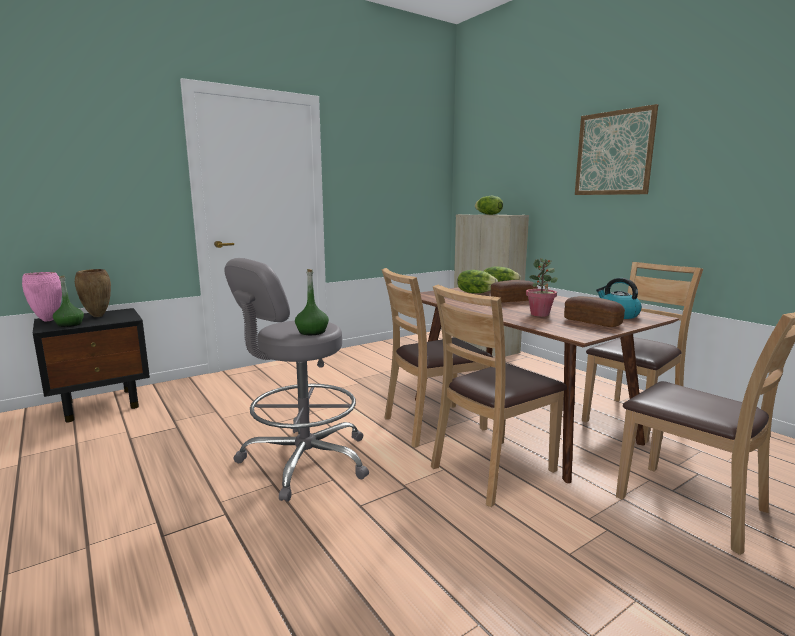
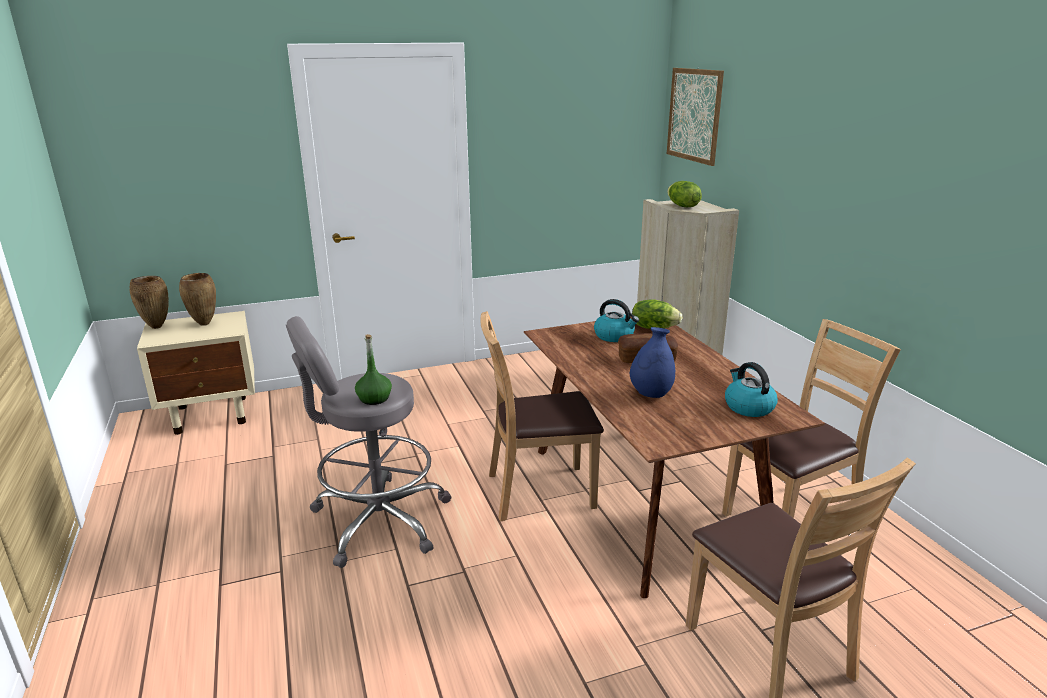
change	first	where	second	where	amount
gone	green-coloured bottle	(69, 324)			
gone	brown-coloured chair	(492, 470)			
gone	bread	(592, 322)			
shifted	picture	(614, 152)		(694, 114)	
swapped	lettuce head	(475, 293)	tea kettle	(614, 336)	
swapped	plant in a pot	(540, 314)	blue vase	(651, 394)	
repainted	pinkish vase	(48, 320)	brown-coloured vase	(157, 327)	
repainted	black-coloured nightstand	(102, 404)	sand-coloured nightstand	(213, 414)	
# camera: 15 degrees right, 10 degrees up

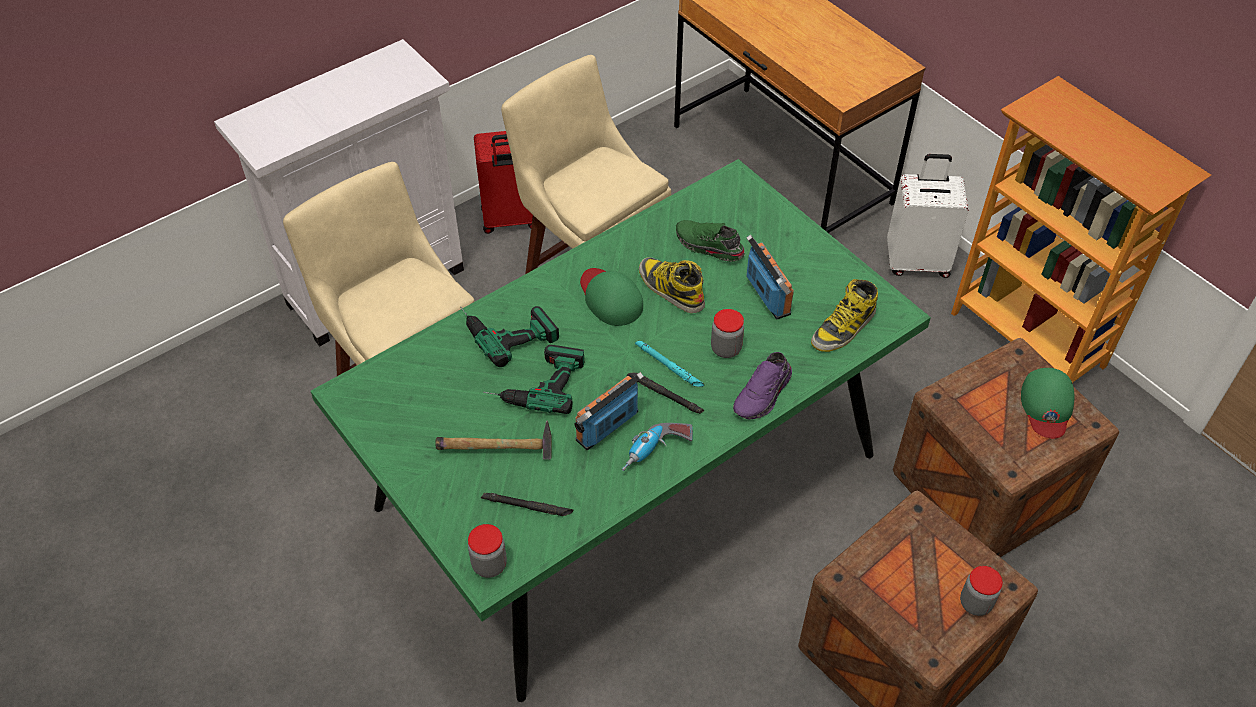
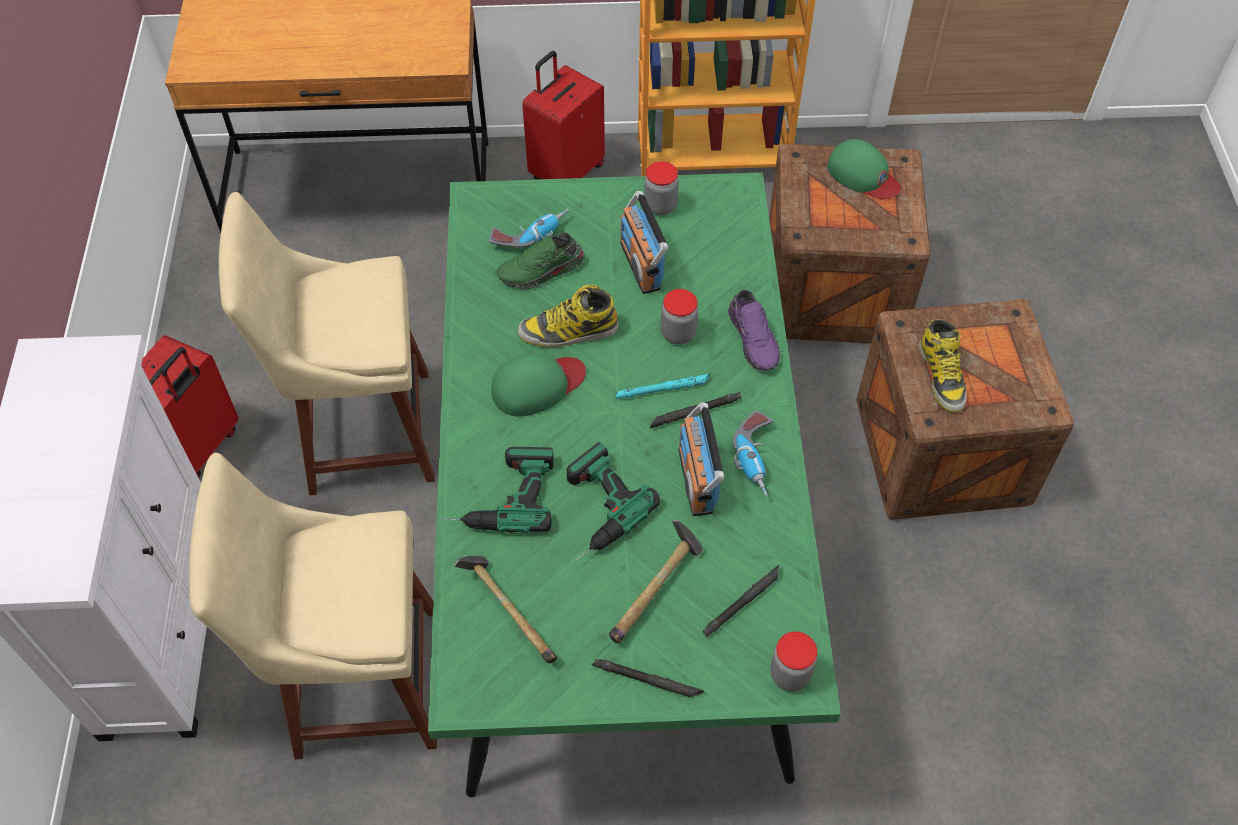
change	first	where	second	where	amount
new			hammer	(508, 612)	
new			electric drill	(530, 234)	
new			black-coloured hand torch	(647, 680)	
shifted	boot	(843, 328)		(941, 376)	
shifted	preserve jar	(975, 603)		(660, 206)	
repainted	white-coloured travel case	(917, 261)	red travel case	(566, 172)	
rotated	green-coloured cap	(610, 298)		(537, 385)	150 degrees clockwise
rotated	radio receiver	(767, 295)		(641, 265)	120 degrees counterclockwise
# camera: 55 degrees left, 5 degrees up

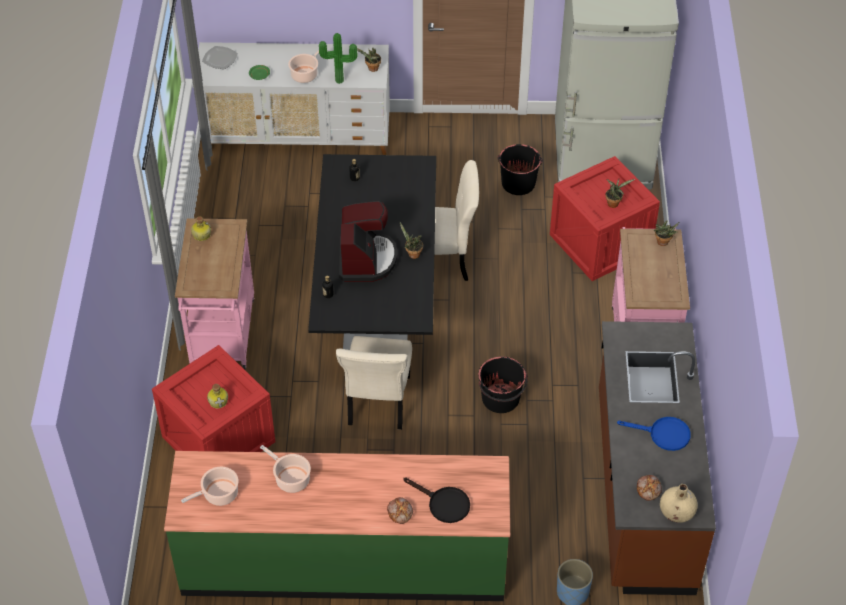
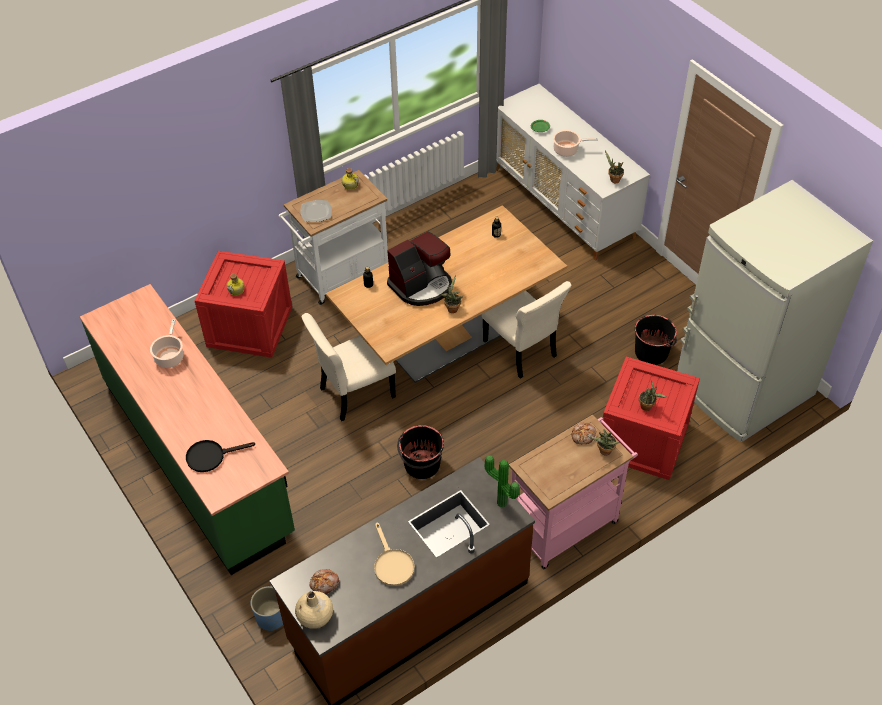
change	first	where	second	where	amount
gone	saucepot	(218, 494)			
shifted	plate	(220, 59)		(316, 212)	
shifted	plant in a pot	(339, 81)		(500, 504)	
shifted	bread	(400, 512)		(583, 436)	
repainted	pinkish trolley	(223, 336)	white-coloured trolley	(340, 276)	
repainted	black-coloured dining table	(377, 302)	sand-coloured dining table	(448, 338)	
repainted	blue skillet	(663, 434)	sand-coloured skillet	(392, 563)	
rotated	black-coloured skillet	(443, 504)		(211, 456)	75 degrees clockwise
# camera: 55 degrees right, 0 degrees up

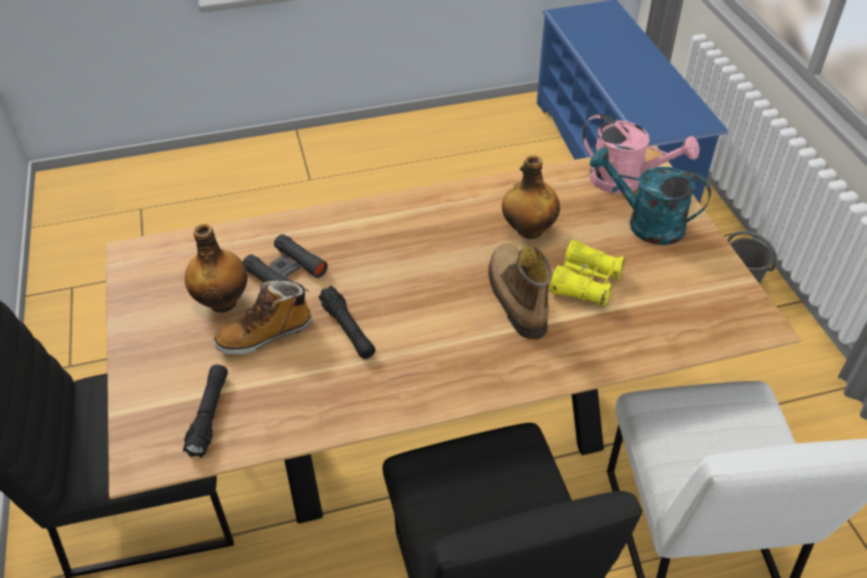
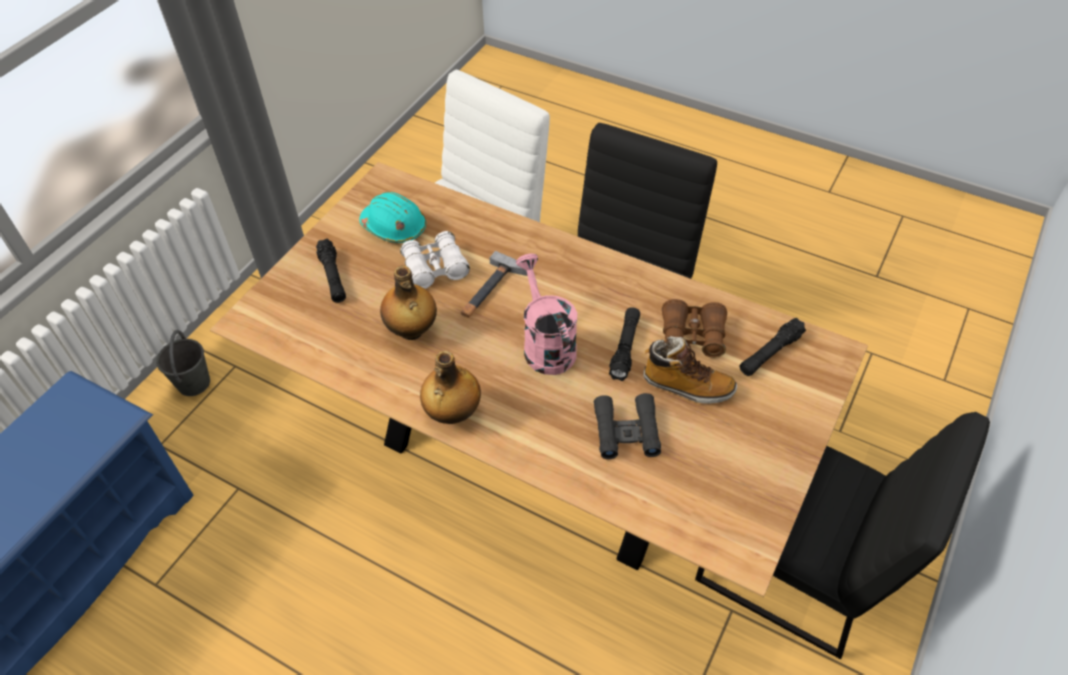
change	first	where	second	where	amount
new			turquoise hard hat	(394, 227)	
new			brown-coloured binoculars	(692, 336)	
shifted	bottle	(223, 301)		(452, 413)	
shifted	pinkish sprinkling can	(626, 181)		(545, 344)	
swapped	boot	(515, 298)	hammer	(490, 290)	
swapped	turquoise sprinkling can	(645, 224)	black-coloured hand torch	(333, 276)	
repainted	yellowish binoculars	(585, 283)	white-coloured binoculars	(435, 268)	
# camera: 135 degrees left, 5 degrees up

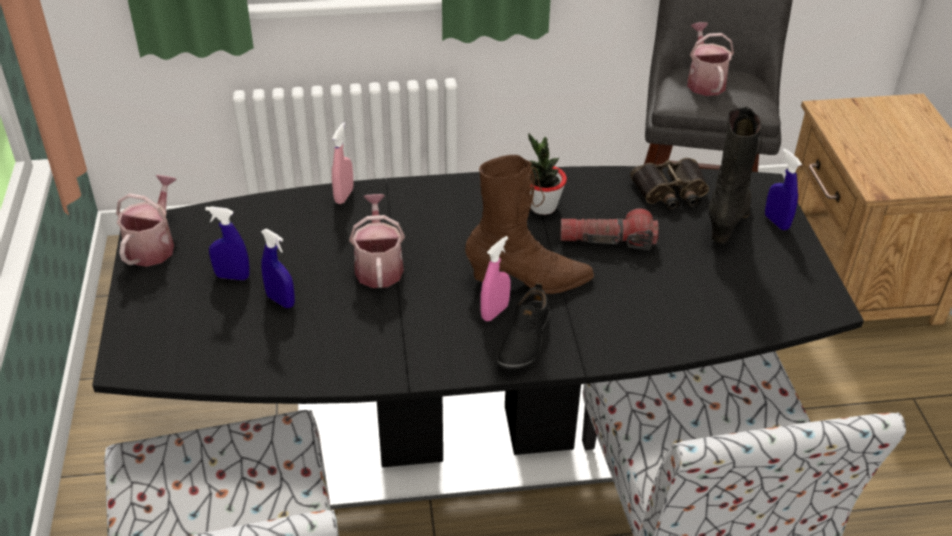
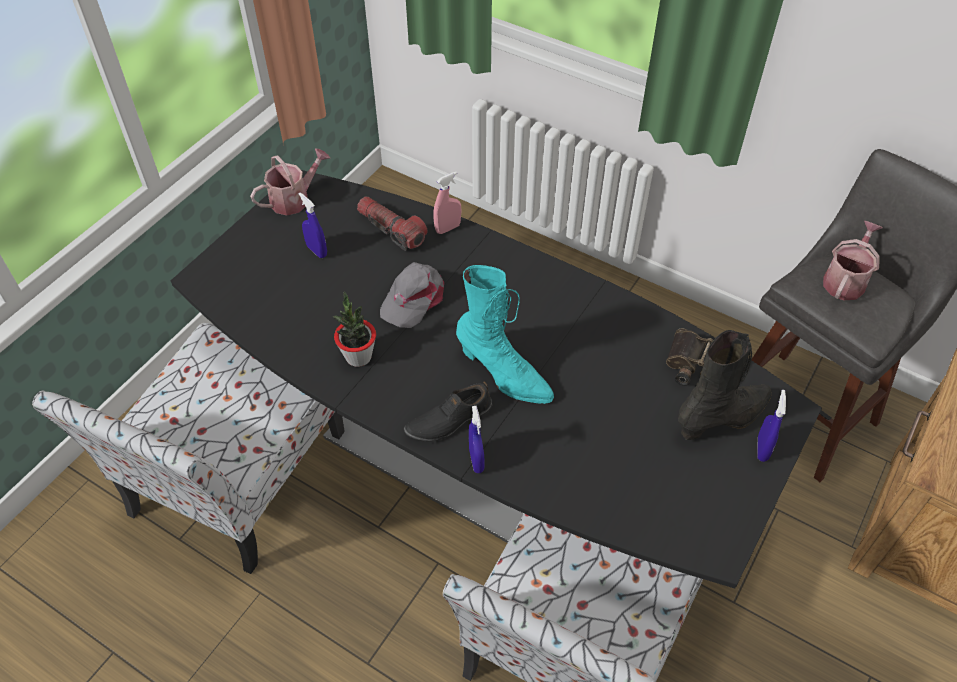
change	first	where	second	where	amount
gone	pinkish spray bottle	(494, 312)			
shifted	blue spray bottle	(280, 301)		(476, 460)	
shifted	plant in a pot	(542, 206)		(358, 356)	
shifted	hand torch	(607, 240)		(391, 230)	
swapped	sprinkling can	(378, 266)	grey cap	(413, 299)	
repainted	brown-coloured boot	(529, 281)	turquoise boot	(503, 375)	
# camera: 40 degrees right, 10 degrees up

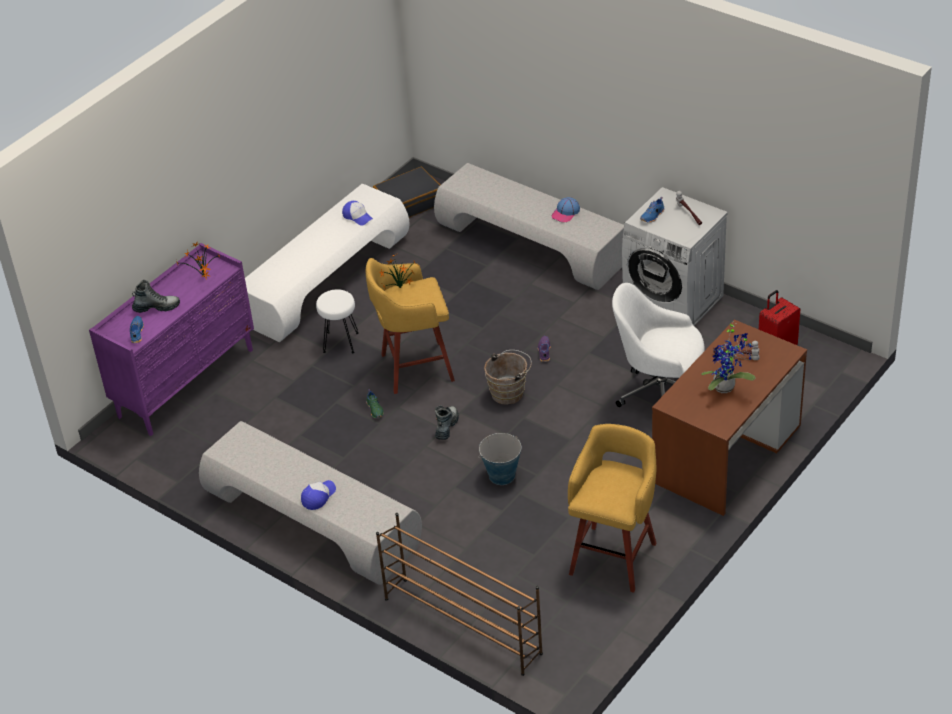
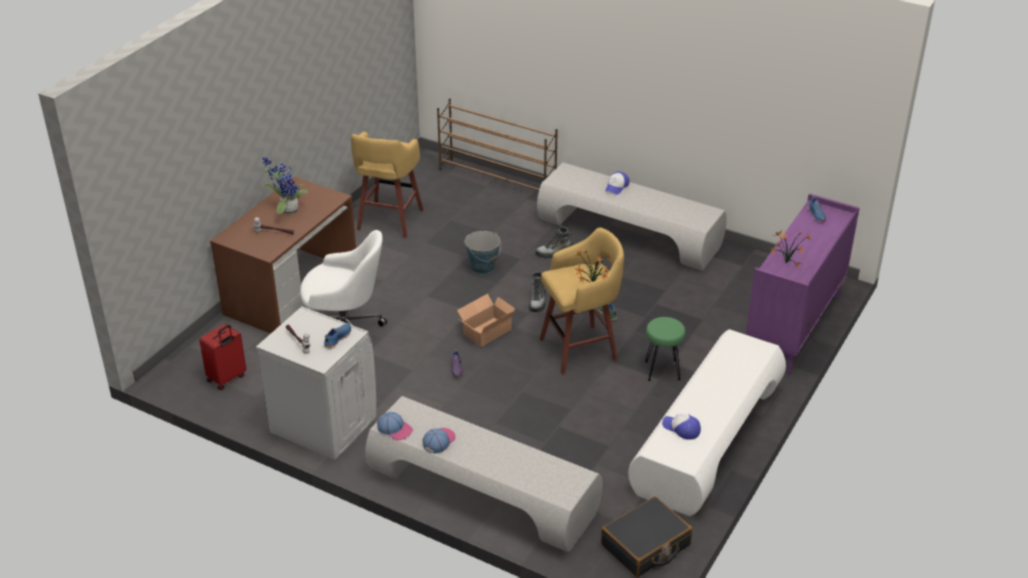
change	first	where	second	where	amount
new			cap	(395, 429)	
shifted	boot	(156, 307)		(554, 252)	
swapped	brown-coloured pail	(510, 392)	cardboard box	(485, 331)	
repainted	white-coloured stool	(341, 342)	green-coloured stool	(662, 371)	
# camera: 170 degrees right, 5 degrees down

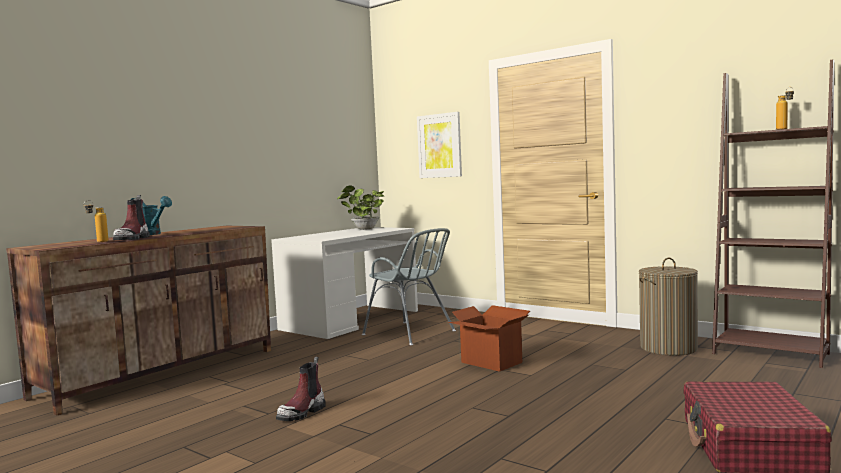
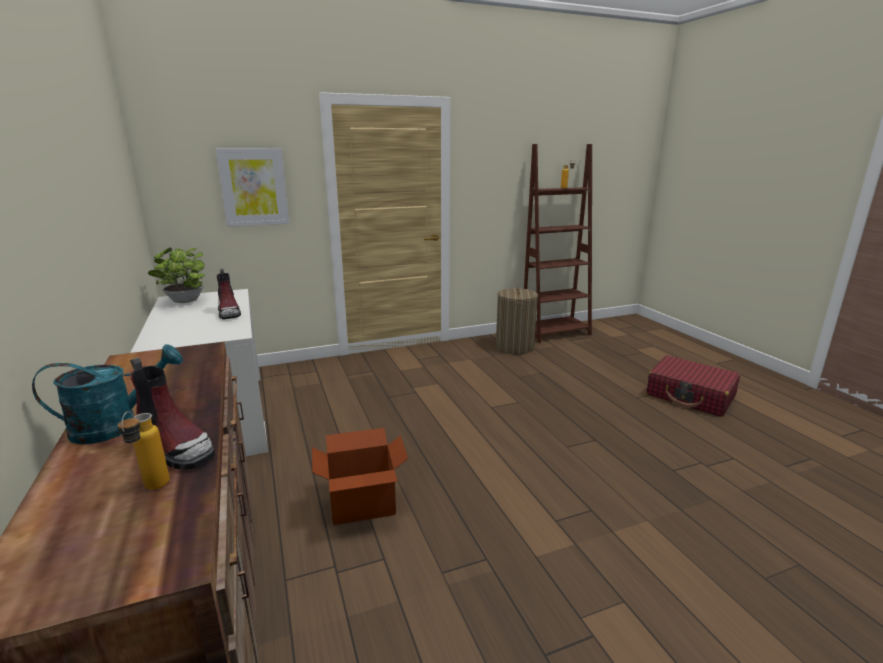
change	first	where	second	where	amount
gone	grey chair	(411, 333)			
shifted	boot	(302, 412)		(229, 313)	
shifted	cardboard box	(491, 362)		(363, 506)	
# camera: 60 degrees left, 15 degrees up

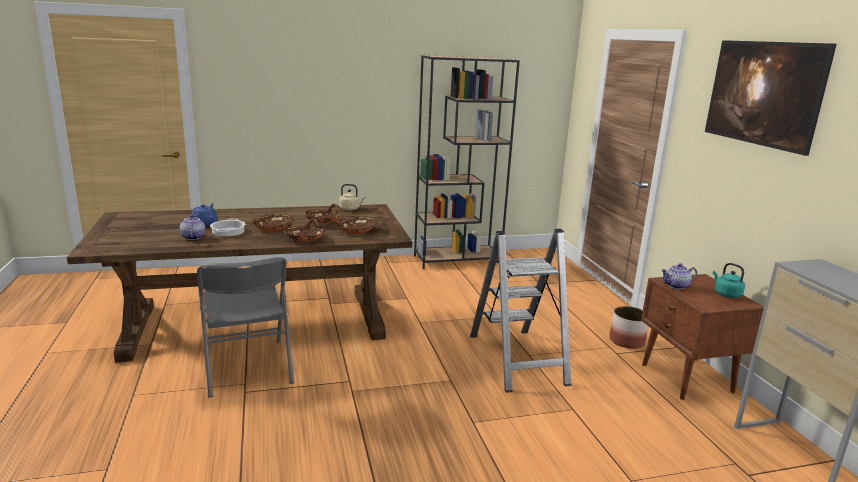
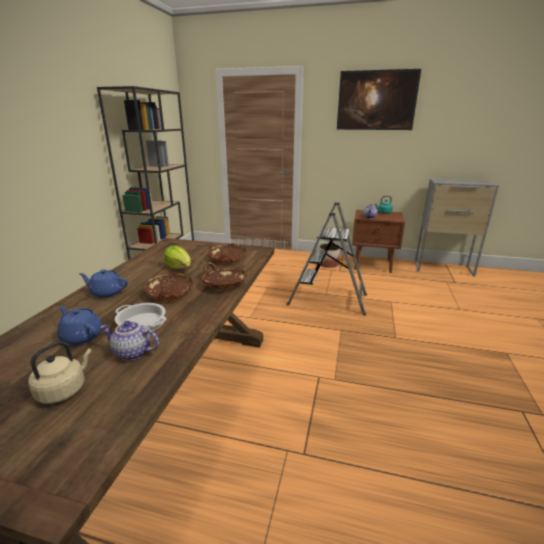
change	first	where	second	where	amount
gone	grey chair	(247, 367)			
new			blue pot for tea	(106, 292)	
shifted	sand-coloured tea kettle	(350, 209)		(64, 390)	
swapped	brown-coloured bowl	(324, 221)	lettuce head	(179, 267)	
# camera: 60 degrees left, 5 degrees up

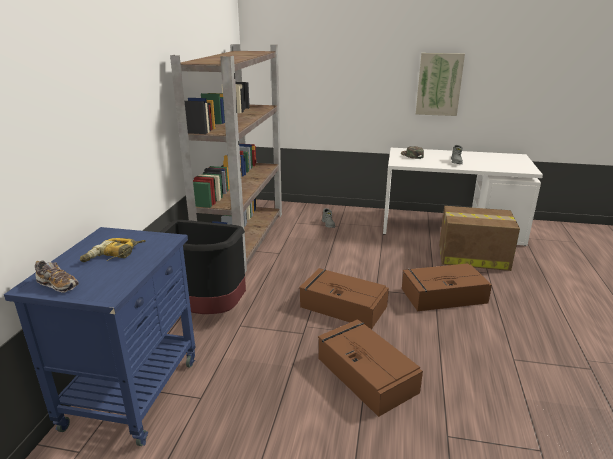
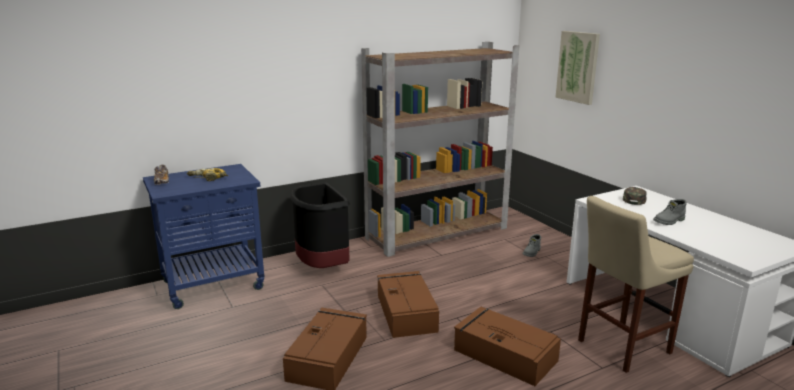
change	first	where	second	where	amount
shifted	picture	(439, 84)		(578, 67)	
swapped	cardboard box	(472, 257)	sand-coloured stool	(620, 347)	
# camera: 50 degrees right, 5 degrees down

